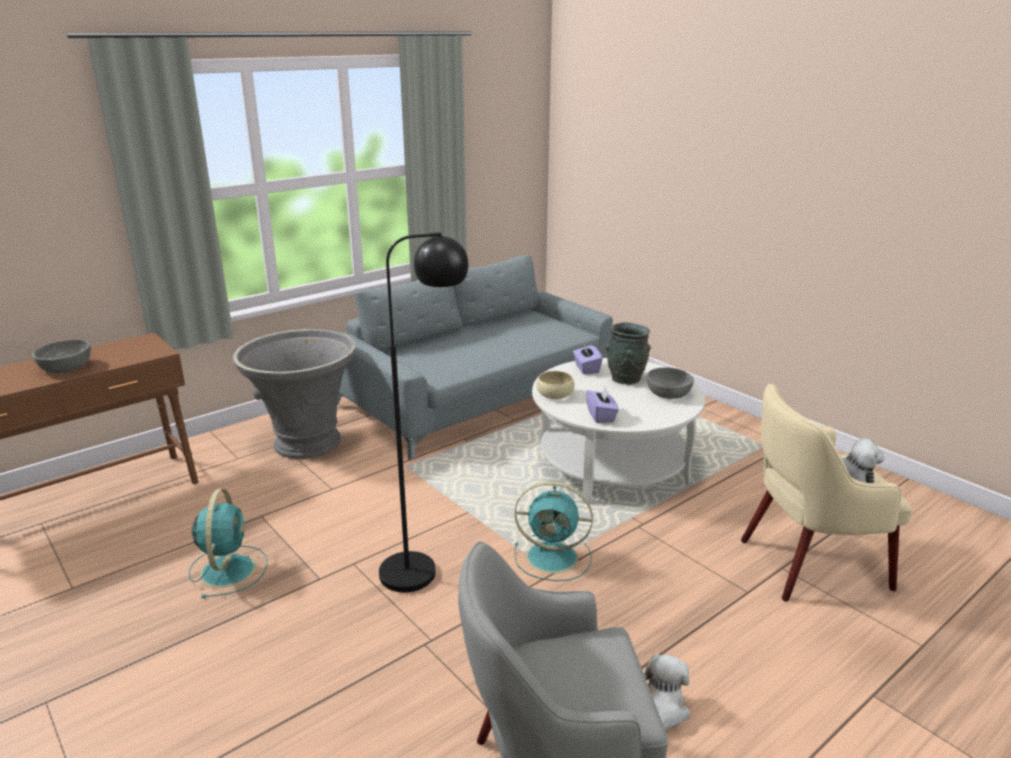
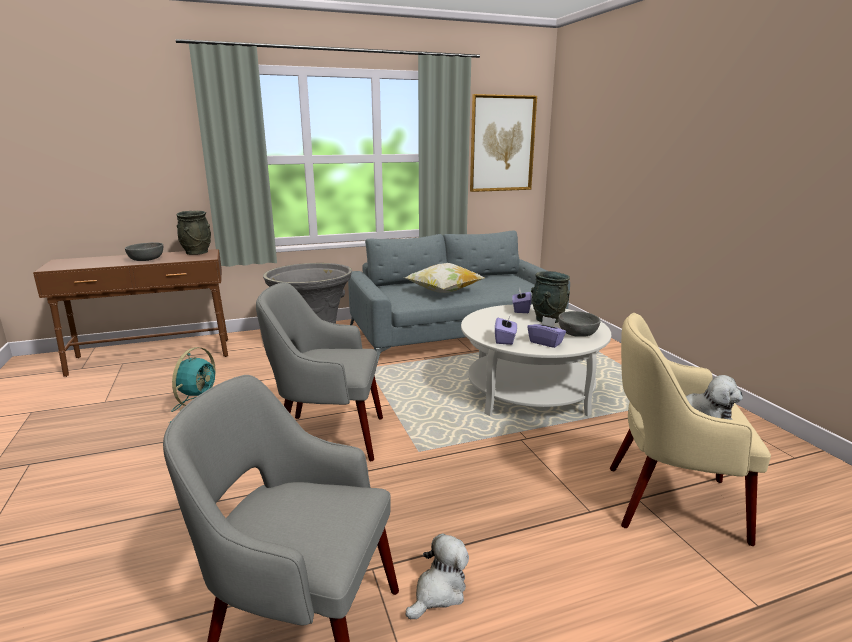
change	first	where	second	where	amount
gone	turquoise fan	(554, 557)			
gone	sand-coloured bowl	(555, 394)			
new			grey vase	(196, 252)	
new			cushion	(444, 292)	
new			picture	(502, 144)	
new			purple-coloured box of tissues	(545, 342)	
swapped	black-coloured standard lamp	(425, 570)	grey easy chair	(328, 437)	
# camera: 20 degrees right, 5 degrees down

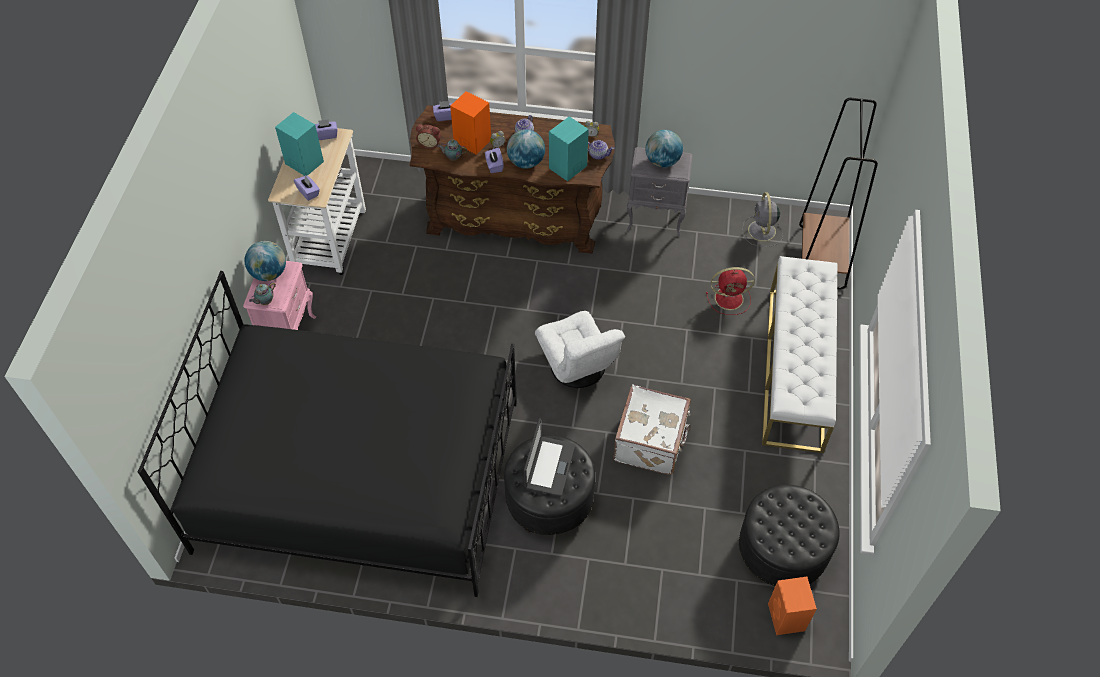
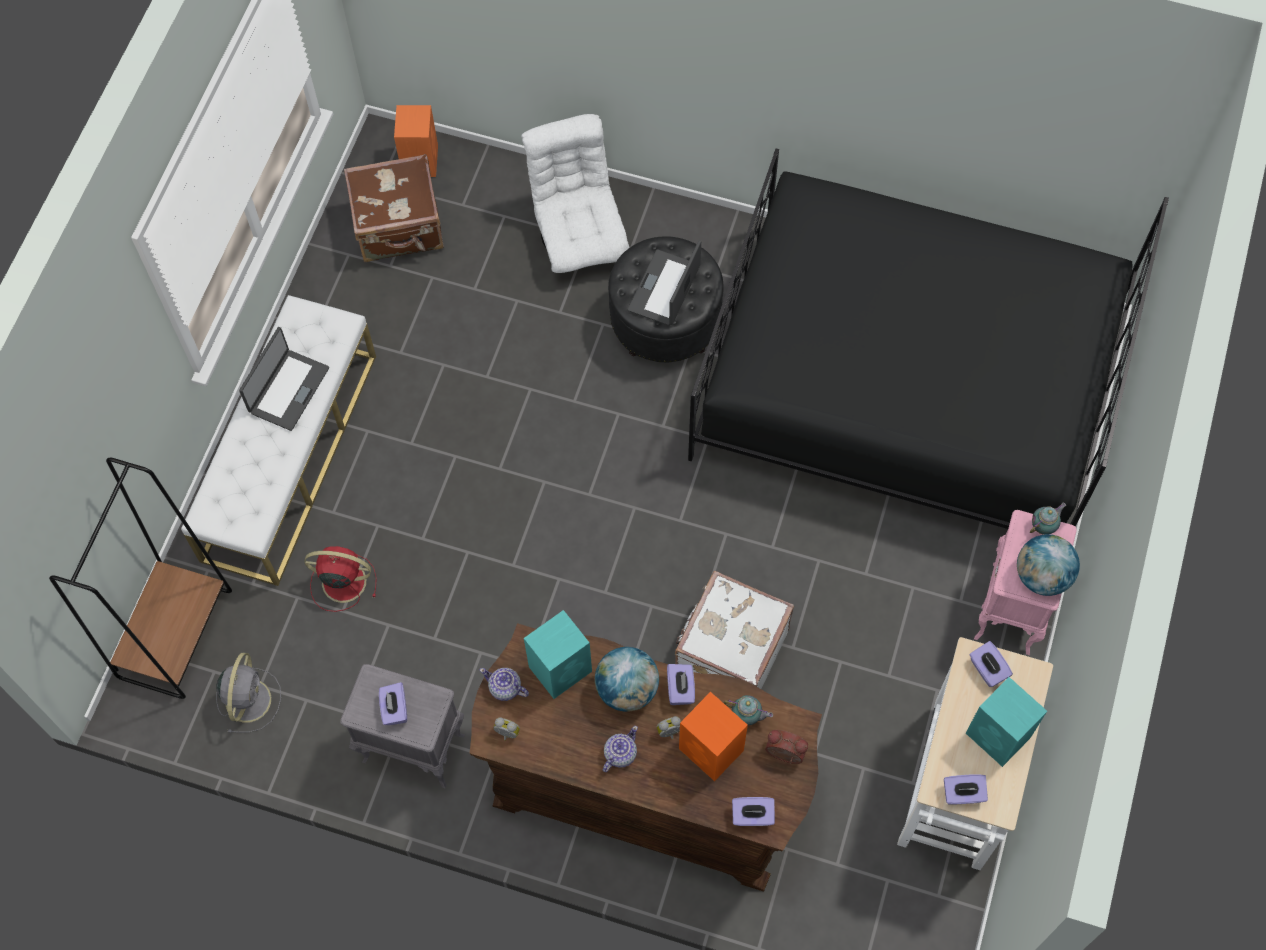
change	first	where	second	where	amount
new			notebook computer	(288, 390)	
shifted	white-coloured easy chair	(576, 365)		(580, 234)	
shifted	white-coloured travel case	(651, 442)		(729, 650)	
swapped	world globe	(662, 161)	purple-coloured box of tissues	(394, 709)	
swapped	black-coloured pouffe	(781, 551)	brown-coloured travel case	(399, 227)	
# camera: 170 degrees left, 10 degrees up

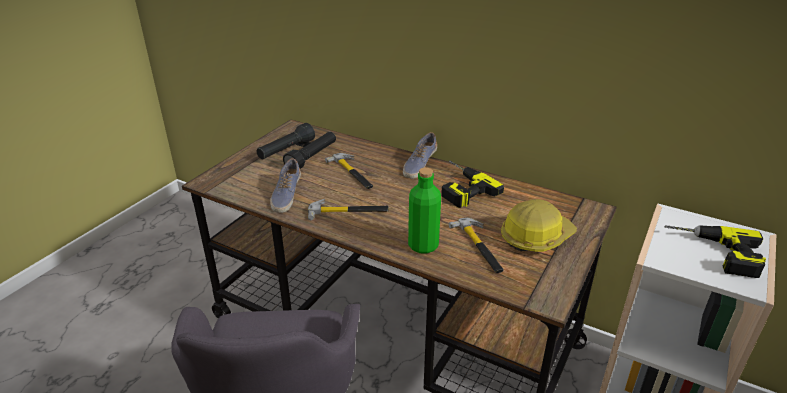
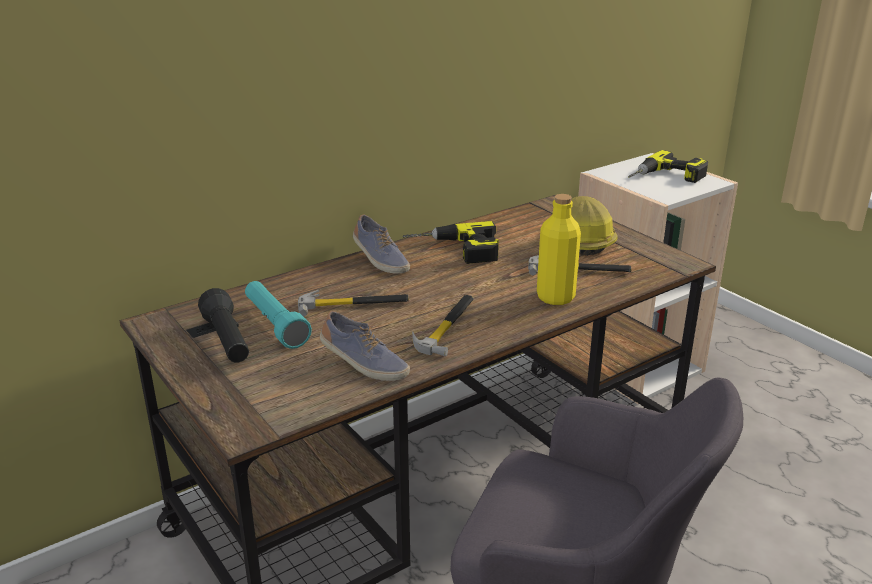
change	first	where	second	where	amount
repainted	black-coloured hand torch	(312, 158)	turquoise hand torch	(275, 324)	
repainted	green-coloured bottle	(423, 245)	yellowish bottle	(555, 297)	
# camera: 65 degrees left, 5 degrees down

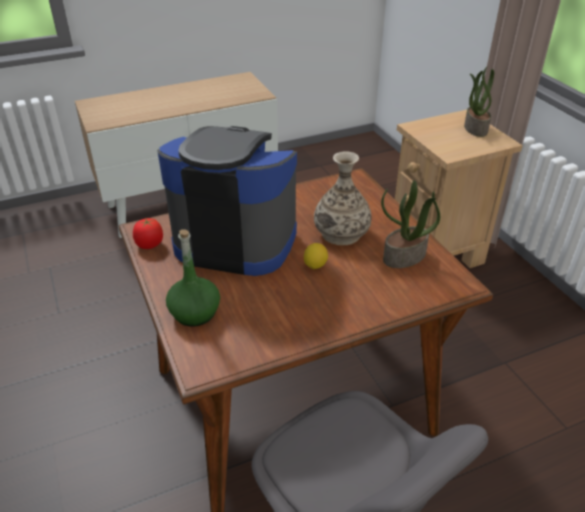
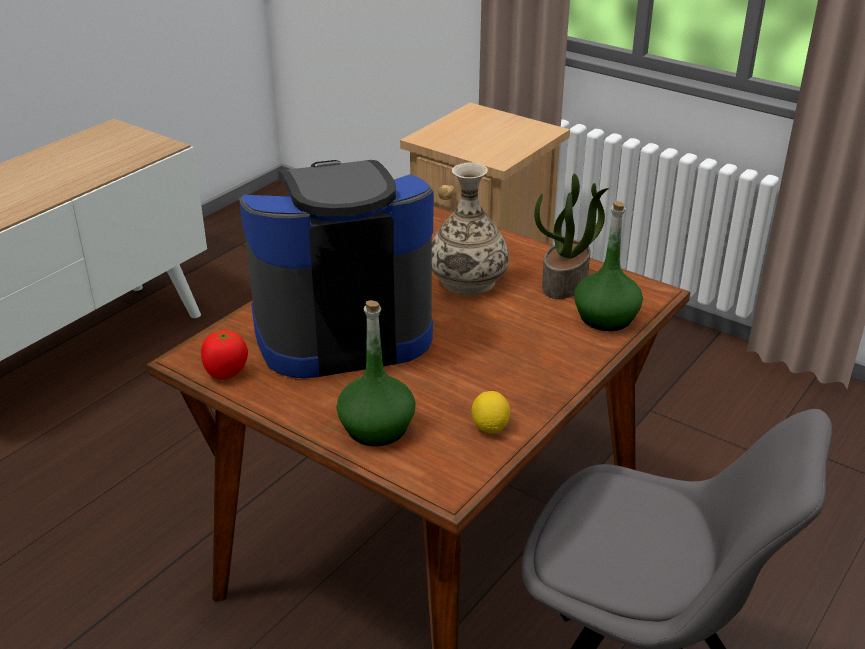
change	first	where	second	where	amount
gone	plant in a pot	(475, 128)			
new			green-coloured bottle	(606, 317)	
shifted	whole lemon	(315, 265)		(490, 427)	
# camera: 30 degrees left, 5 degrees down

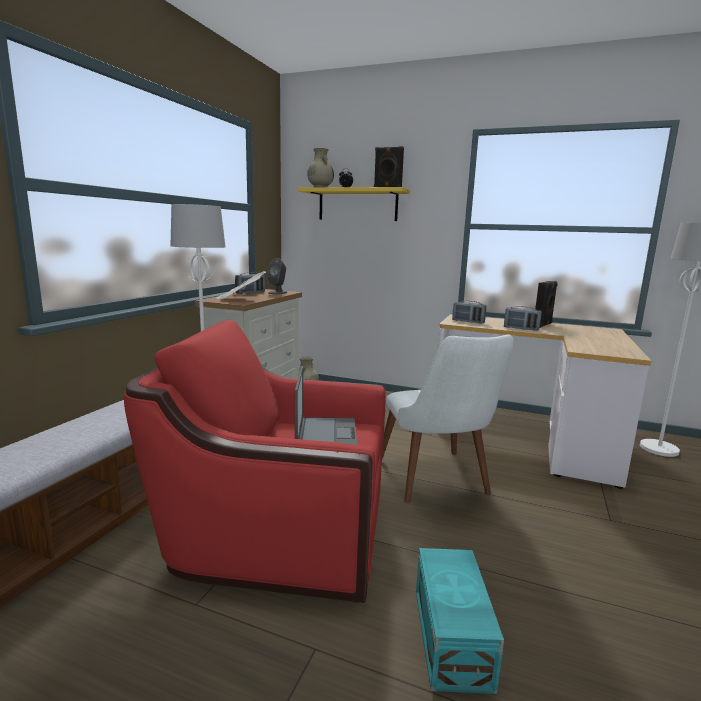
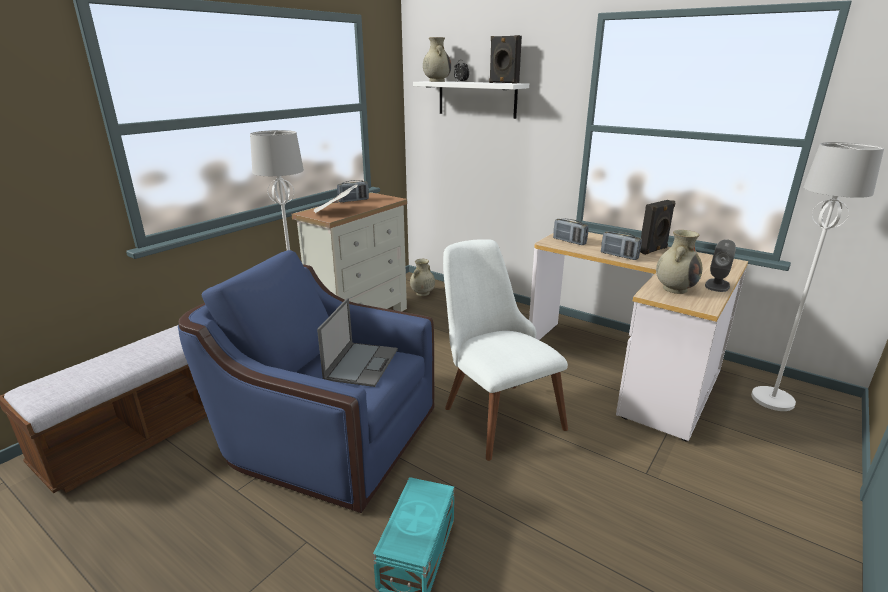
change	first	where	second	where	amount
new			sand-coloured vase	(675, 288)	
shifted	grey speaker	(277, 292)		(717, 285)	
repainted	red easy chair	(274, 526)	blue easy chair	(325, 433)	
repainted	yellowish wall shelf	(357, 205)	white-coloured wall shelf	(477, 99)	
rotated	white-coloured chair	(438, 483)		(494, 410)	150 degrees clockwise
# camera: 15 degrees right, 10 degrees up

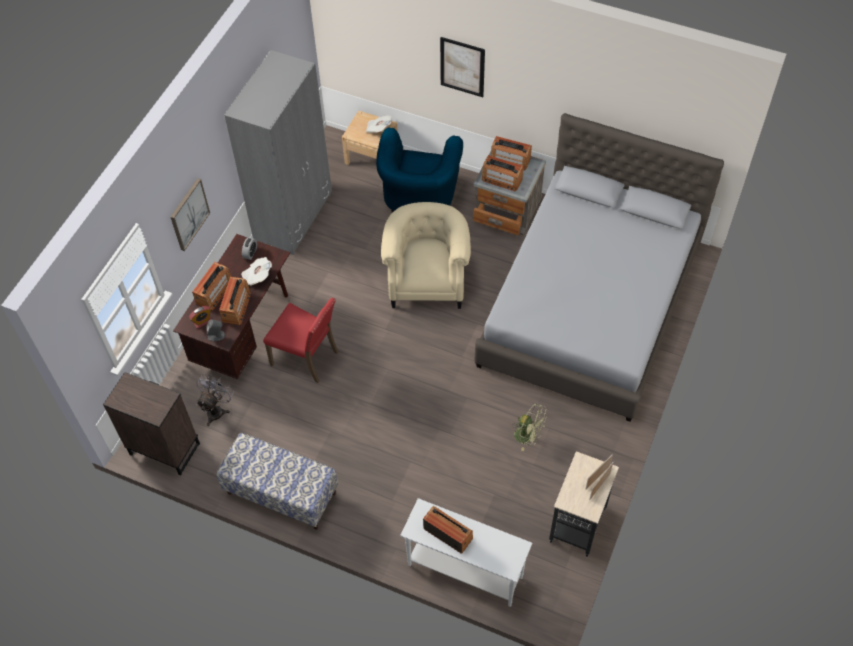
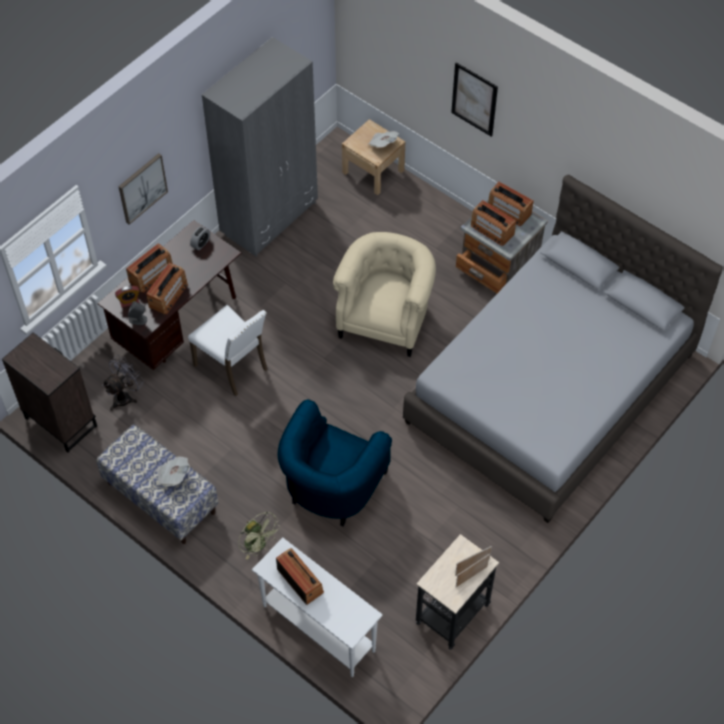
change	first	where	second	where	amount
shifted	daily paper	(257, 276)		(173, 476)	
shifted	blue easy chair	(419, 200)		(333, 488)	
shifted	green-coloured fan	(528, 436)		(259, 545)	
repainted	red chair	(306, 357)	white-coloured chair	(233, 367)	
# camera: 15 degrees right, 0 degrees up

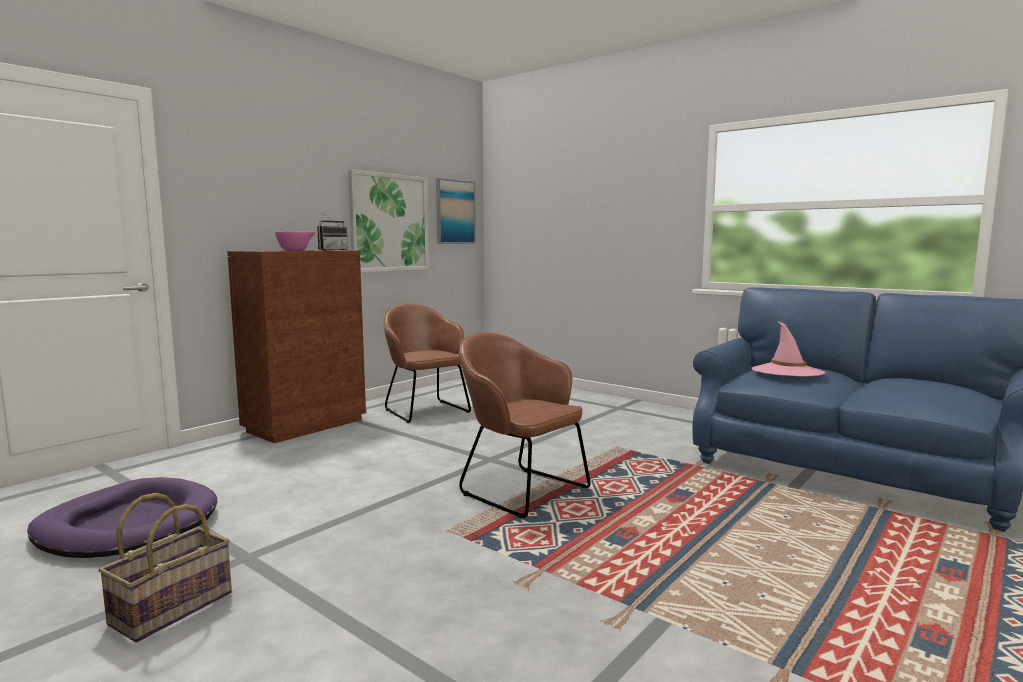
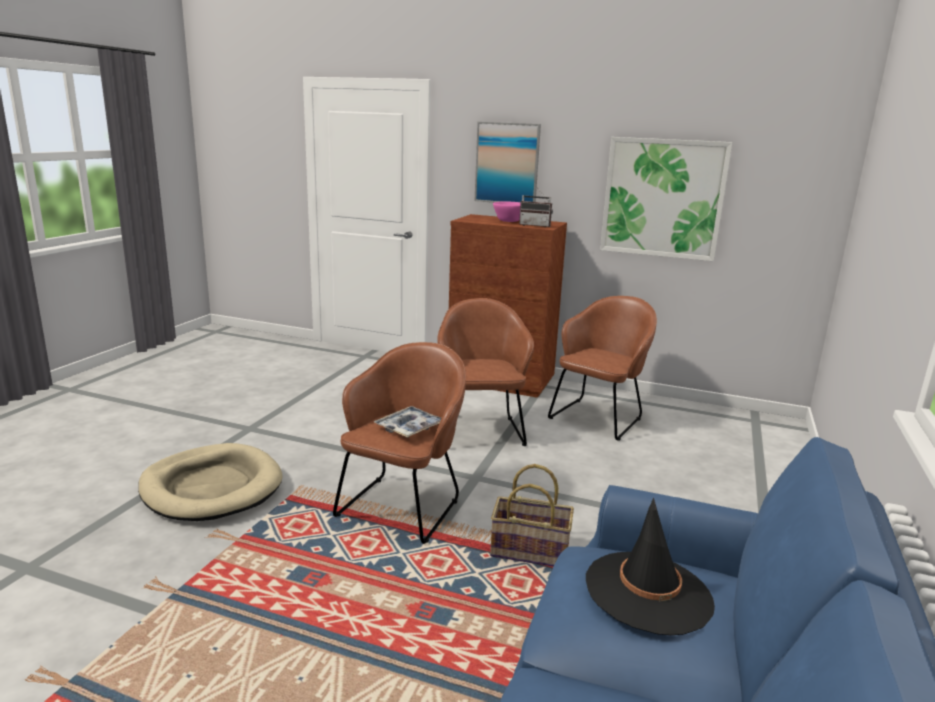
change	first	where	second	where	amount
gone	purple-coloured dog cushion	(128, 525)			
new			sand-coloured dog cushion	(212, 487)	
new			tray	(409, 428)	
new			brown-coloured easy chair	(480, 429)	
shifted	storage basket	(171, 607)		(530, 550)	
shifted	picture	(455, 212)		(507, 163)	
repainted	pinkish hat	(787, 372)	black-coloured hat	(648, 592)	
# camera: 70 degrees right, 10 degrees up

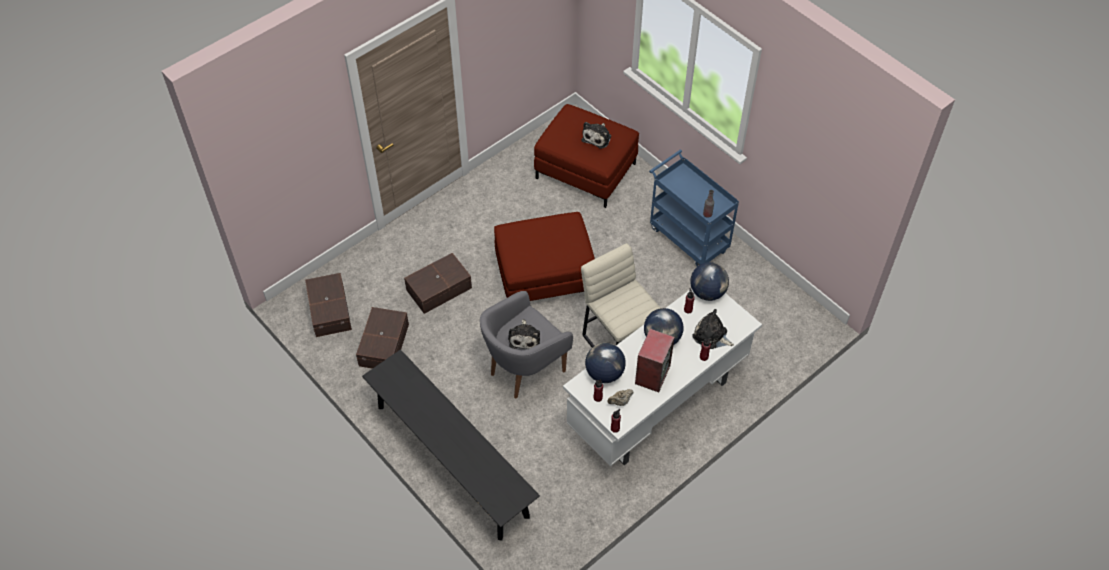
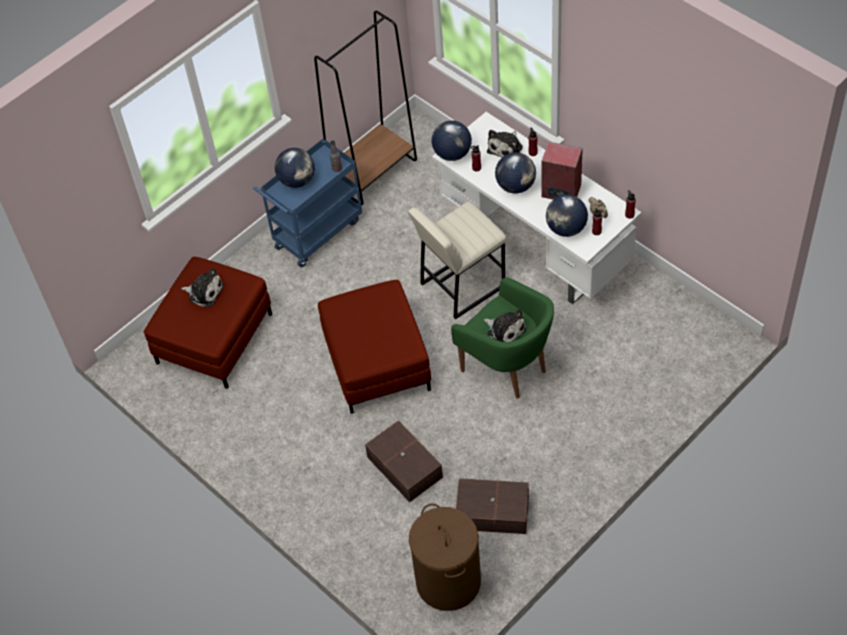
change	first	where	second	where	amount
gone	black-coloured long seat	(451, 460)			
new			world globe	(297, 180)	
new			clothes rack	(373, 172)	
swapped	brown-coloured storage box	(330, 310)	brown-coloured laundry basket	(448, 581)	
repainted	grey easy chair	(524, 369)	green-coloured easy chair	(507, 368)	
rotated	cuddly toy	(524, 338)		(505, 330)	45 degrees clockwise
# camera: 90 degrees left, 0 degrees up

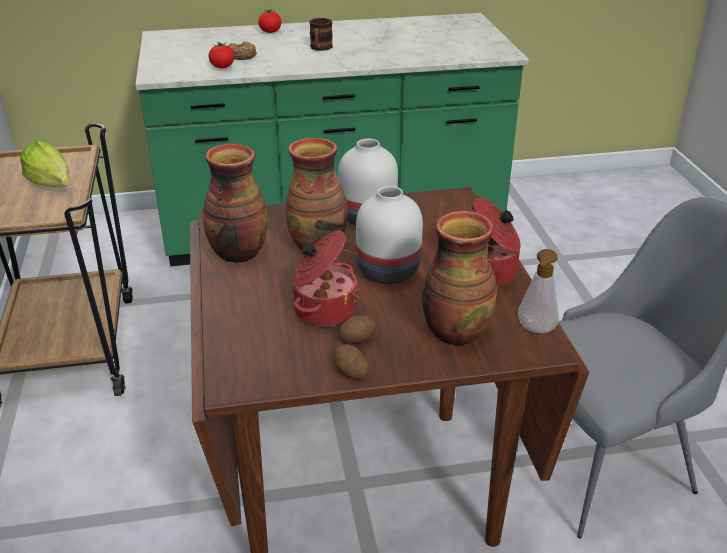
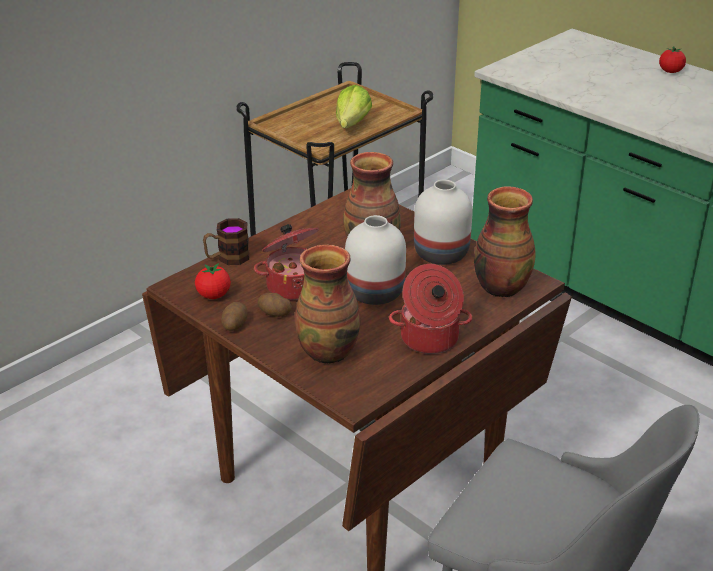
change	first	where	second	where	amount
gone	doughnut	(242, 56)			
gone	soap dispenser	(535, 330)			
shifted	vase	(237, 253)		(500, 287)	
shifted	fresh tomato	(222, 67)		(213, 295)	
shifted	tea mug	(320, 48)		(227, 258)	
# camera: 55 degrees right, 0 degrees up

